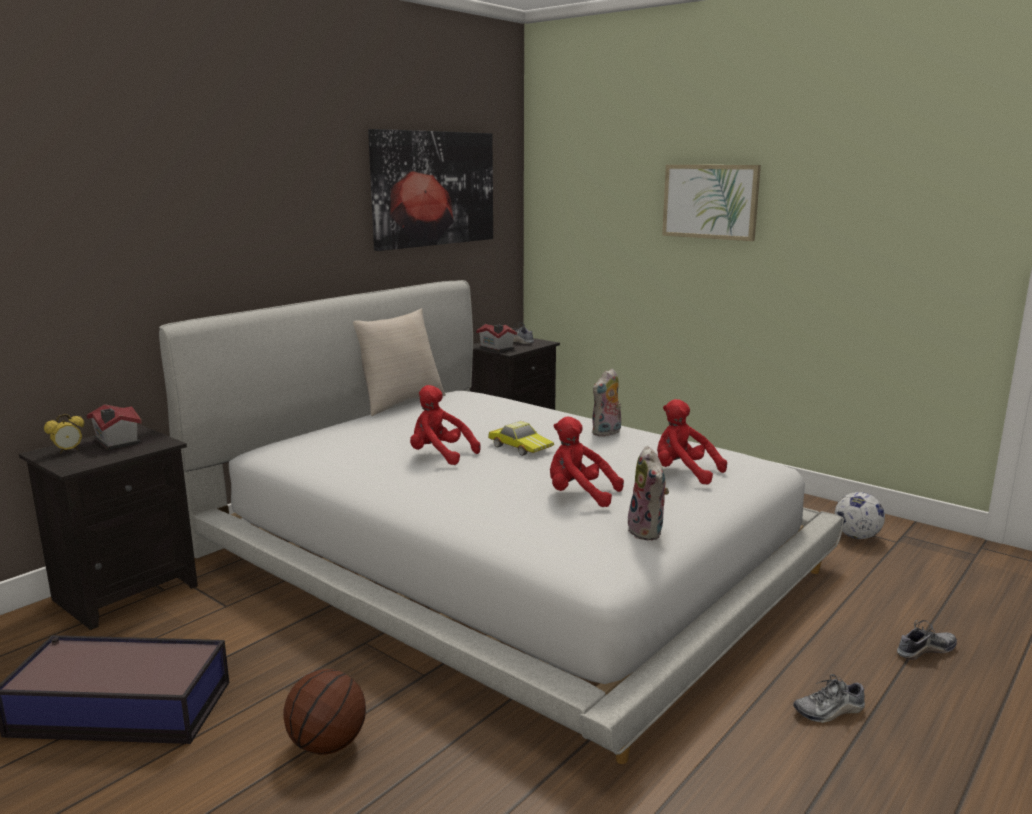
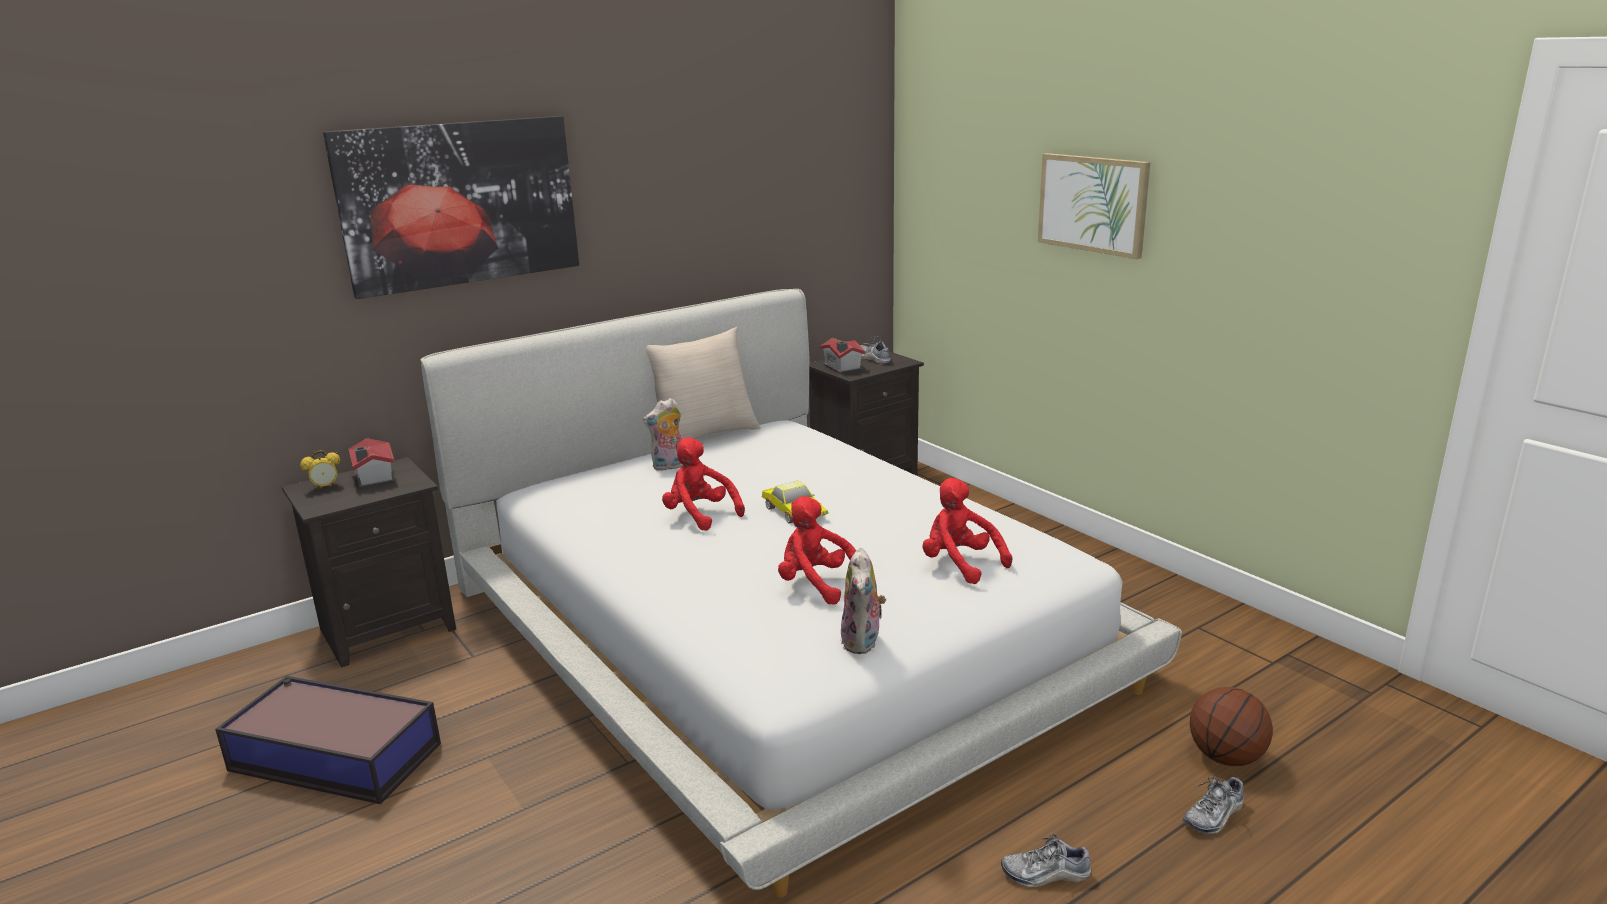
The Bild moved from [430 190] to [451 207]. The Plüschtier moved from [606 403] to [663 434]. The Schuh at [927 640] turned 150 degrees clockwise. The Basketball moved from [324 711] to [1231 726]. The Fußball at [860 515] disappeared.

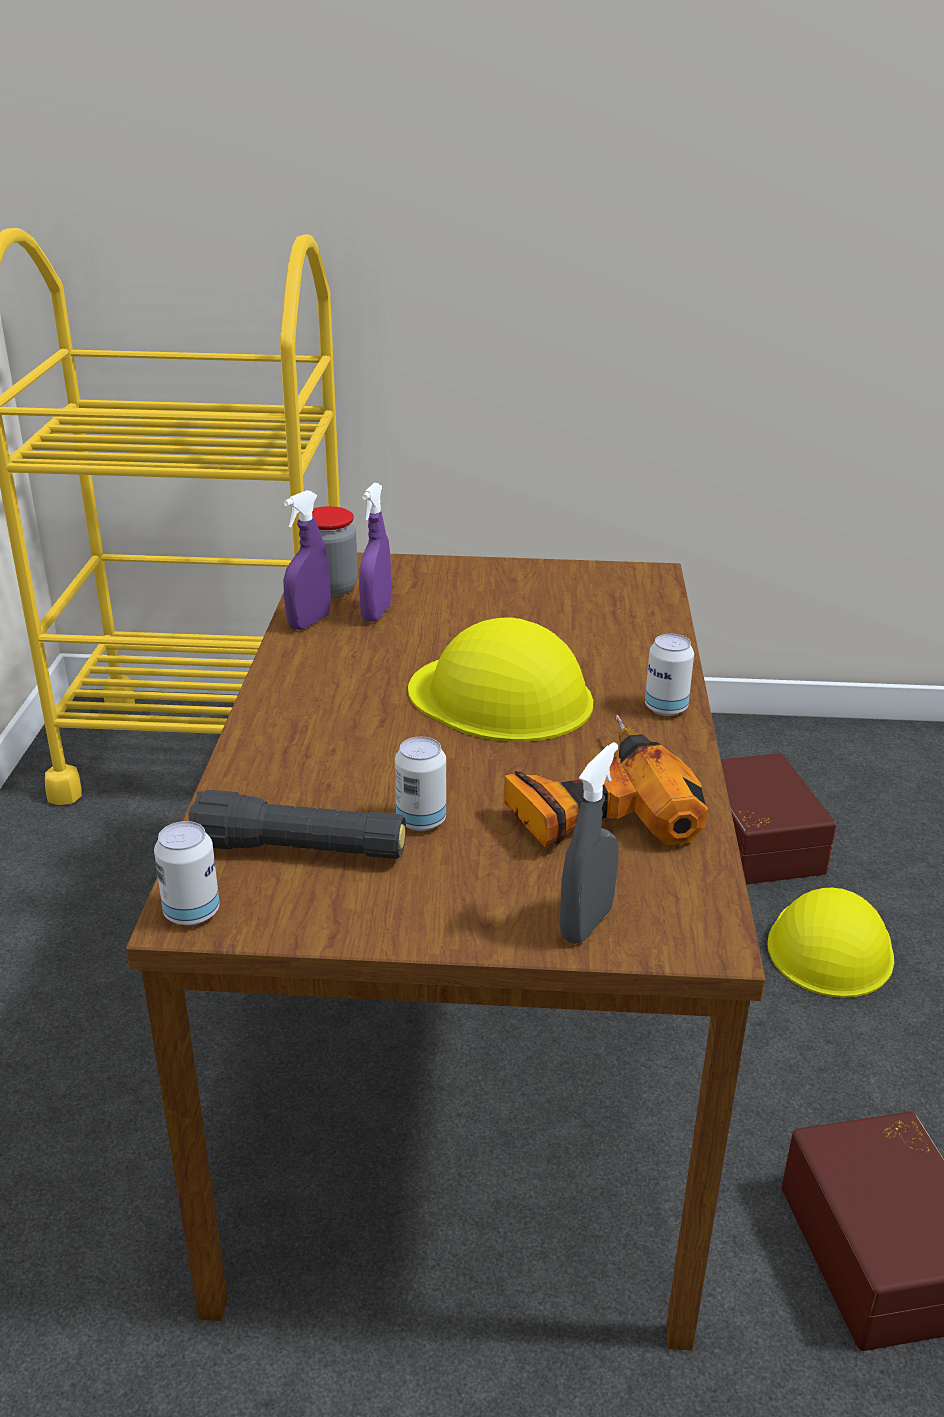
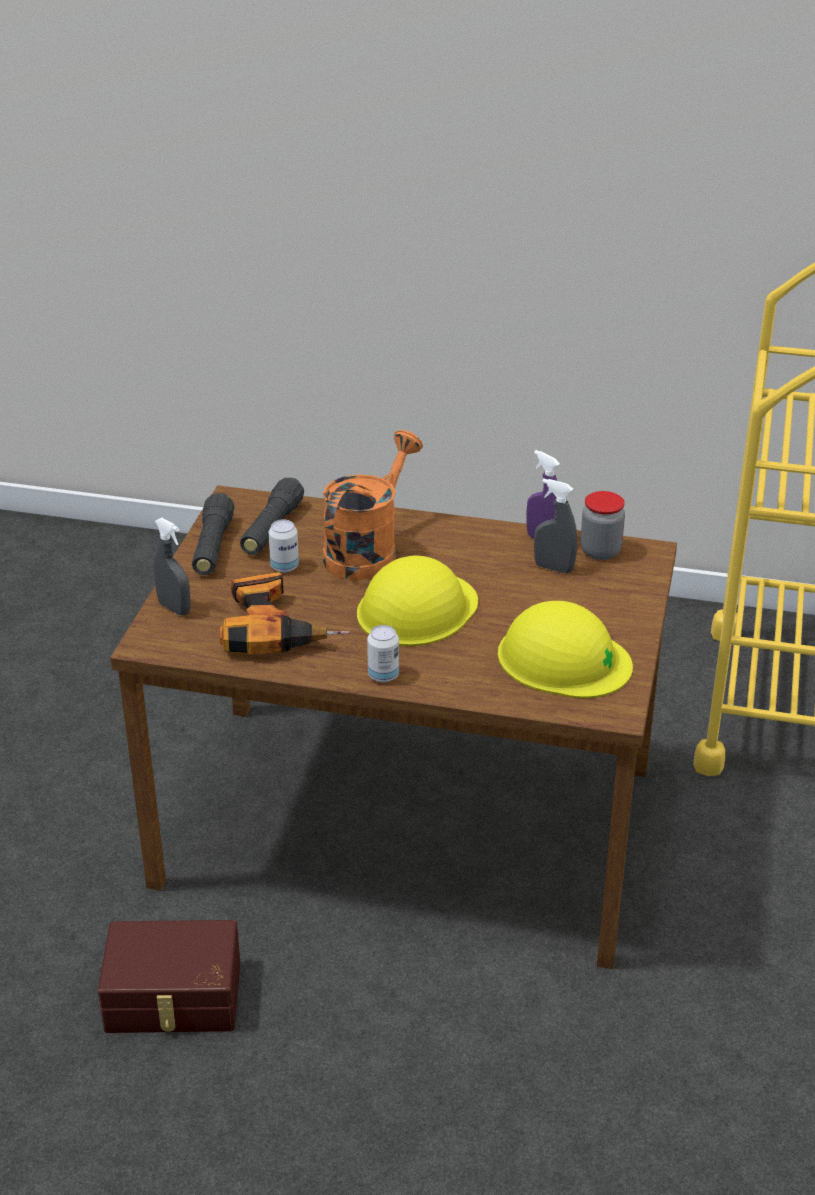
The Taschenlampe (schwarz) at [213 534] appeared. The Gießkanne (orange) at [373 505] appeared. The Schutzhelm (gelb) moved from [830 943] to [565 649]. The Sprühflasche (lila) at [375 552] became the Sprühflasche (grau) at [555 526]. The Dose at [187 873] disappeared. The Aufbewahrungsbox (braun) at [778 818] disappeared.

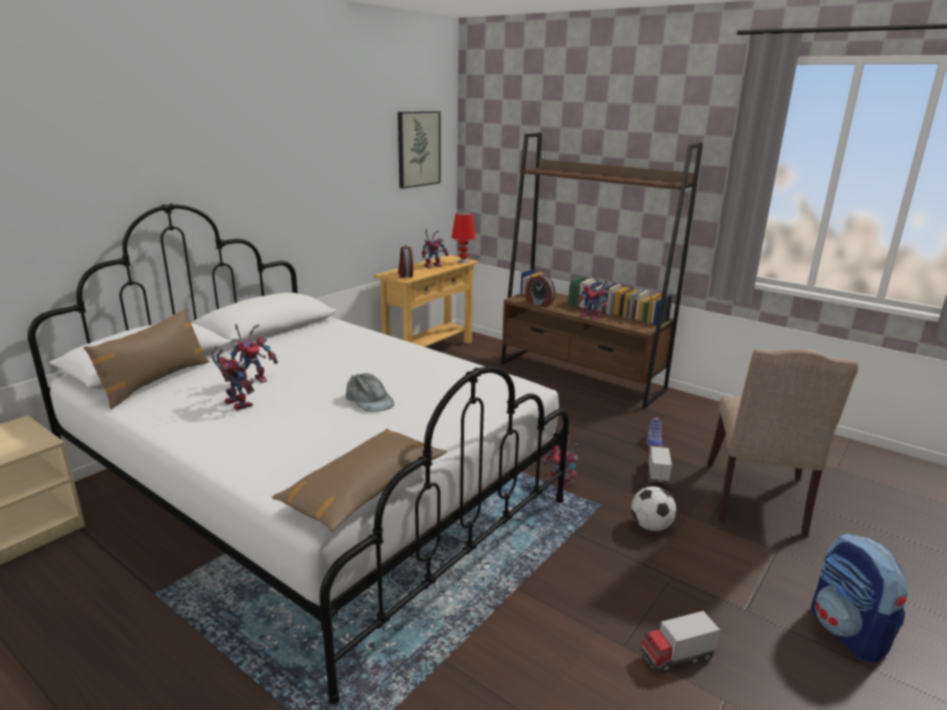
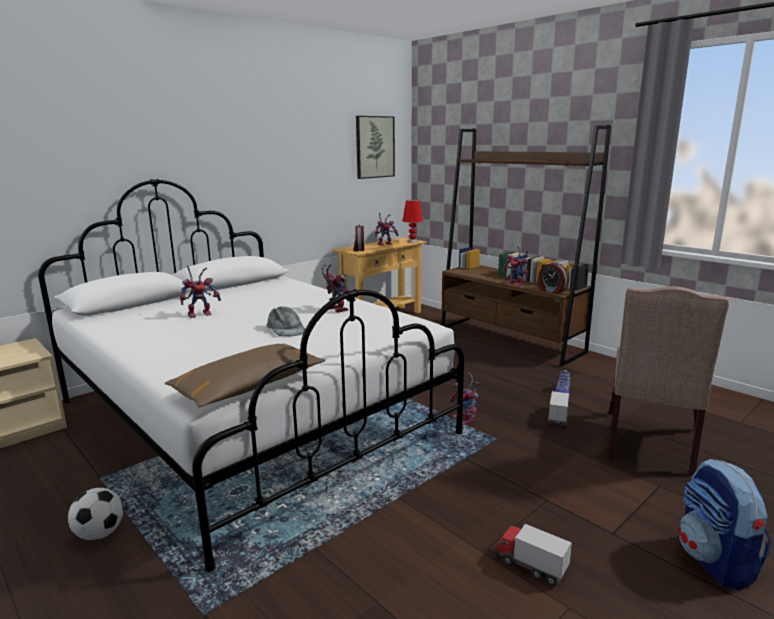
The Fußball moved from [653 508] to [96 514]. The Spielzeugroboter moved from [232 378] to [336 288]. The Spielzeuglaster at [680 642] turned 45 degrees clockwise. The Wecker moved from [540 290] to [553 278]. The Kissen (braun) at [146 358] disappeared.

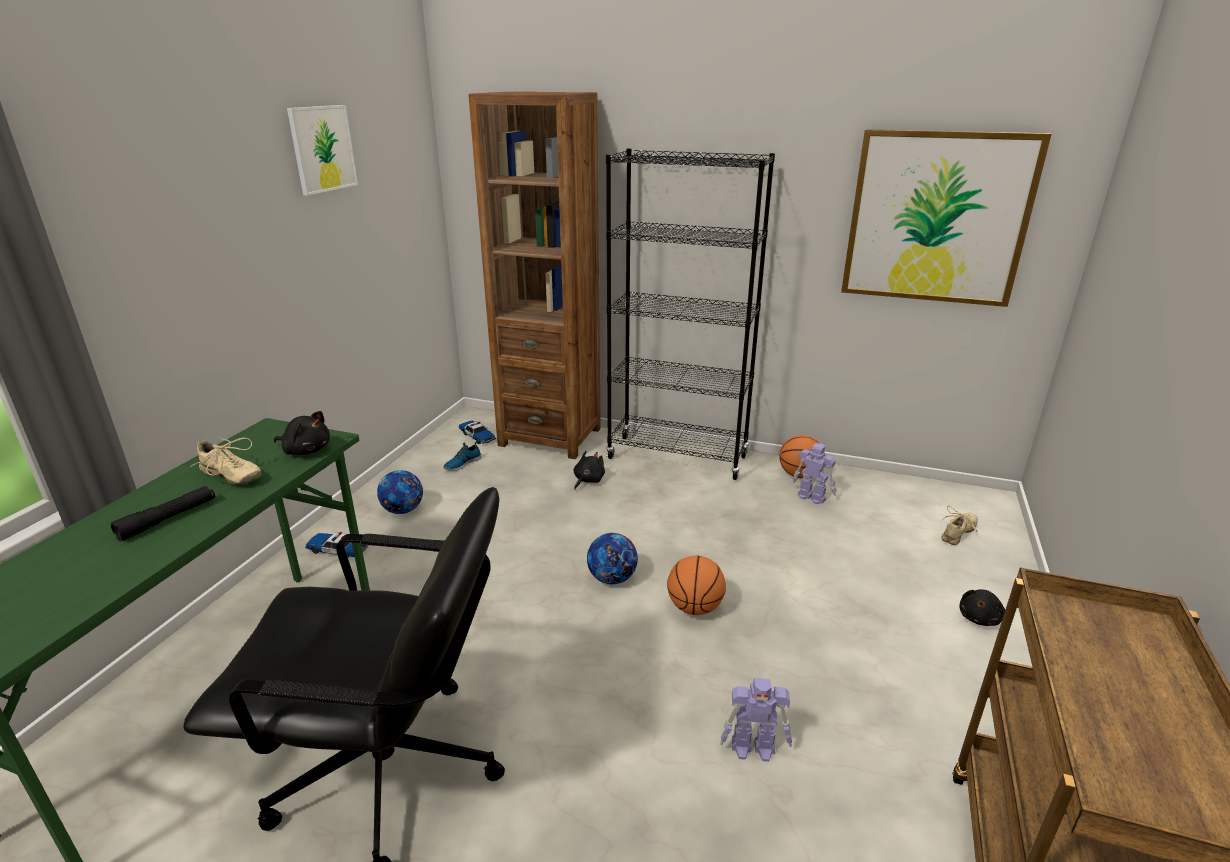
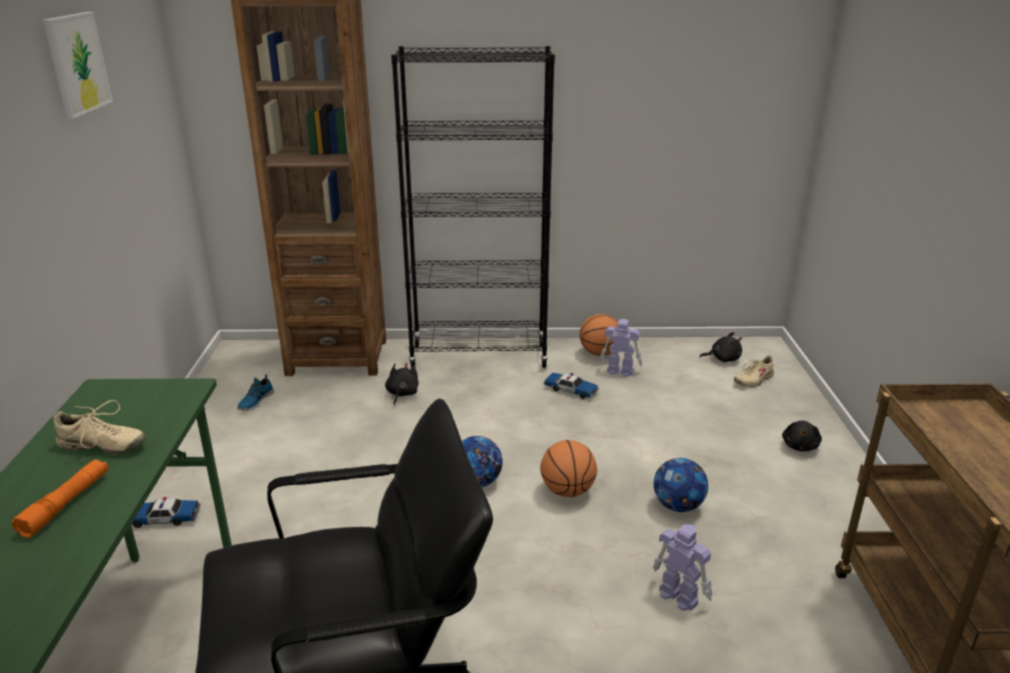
The Taschenlampe (schwarz) at [162 513] became the Taschenlampe (orange) at [60 498]. The Spielzeugauto moved from [477 432] to [571 386]. The Spielzeugroboter at [756 720] turned 120 degrees counterclockwise. The Fußball moved from [400 492] to [681 485]. The Plüschtier (schwarz) moved from [302 433] to [721 347]. The Schuh (beige) at [960 525] turned 150 degrees counterclockwise. The Bild at [946 218] disappeared.

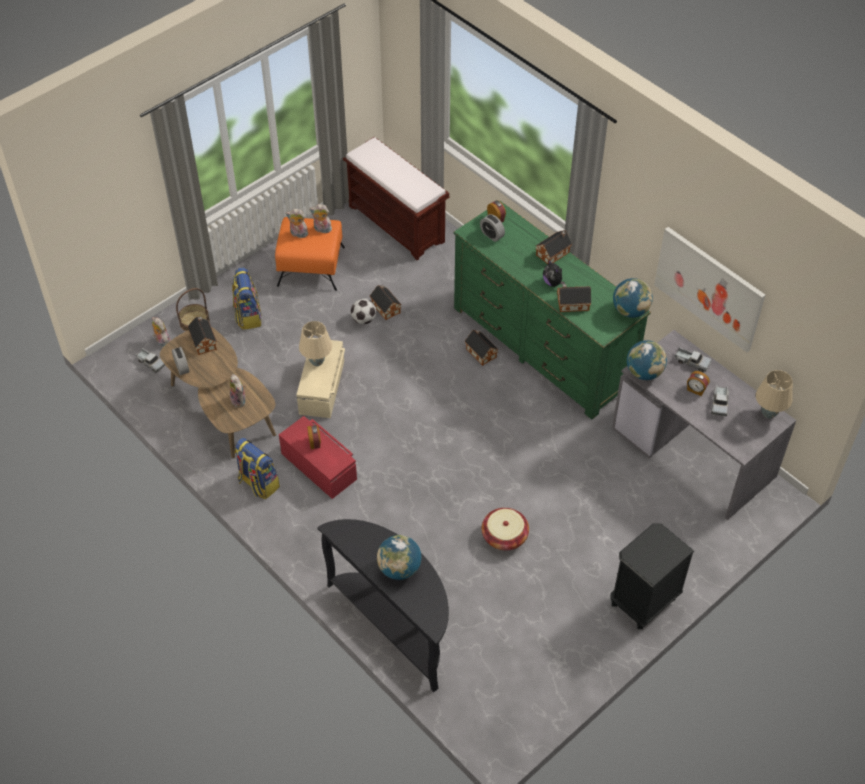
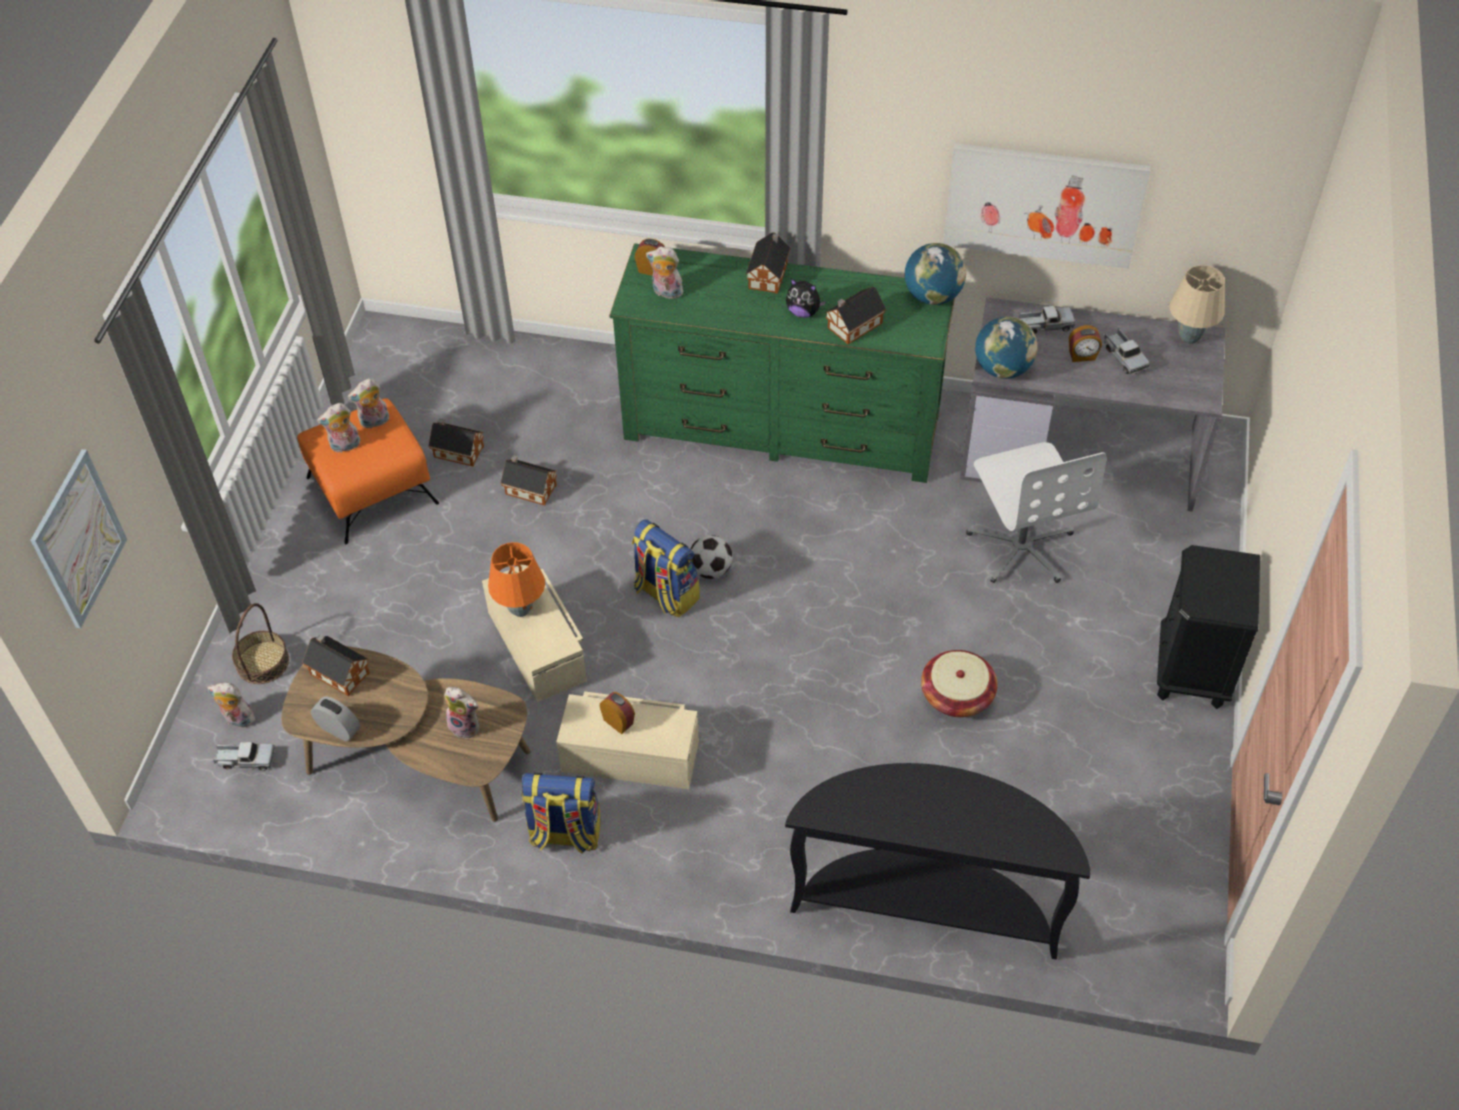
The Bild at [78 538] appeared. The Spielzeughaus moved from [481 347] to [456 442]. The Tischlampe (beige) at [315 343] became the Tischlampe (orange) at [516 579]. The Aufbewahrungsbox (rot) at [318 457] became the Aufbewahrungsbox (beige) at [627 740]. The Rucksack moved from [247 298] to [666 568]. The Wecker at [492 228] was replaced by the Plüschtier at [665 272]. The Fußball moved from [363 311] to [711 557]. The Bürostuhl (weiß) at [1036 512] appeared. The Bank (braun) at [396 198] disappeared. The Globus at [399 557] disappeared.

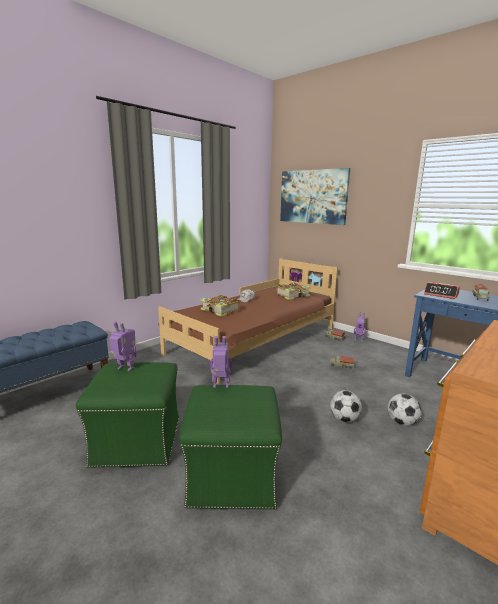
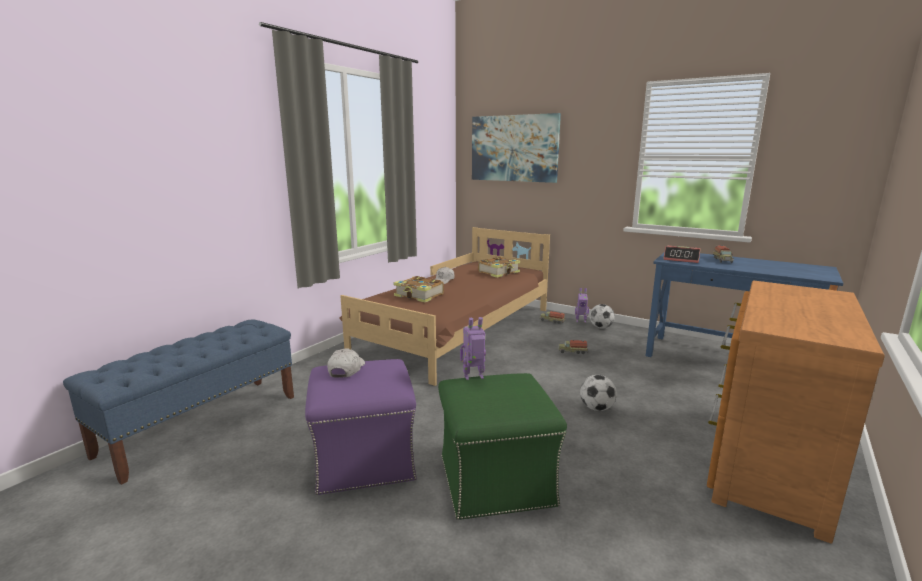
The Polsterhocker (grün) at [127 415] became the Polsterhocker (lila) at [361 427]. The Spielzeugroboter at [123 346] was replaced by the Kappe (weiß) at [346 363]. The Fußball moved from [405 410] to [602 316].

